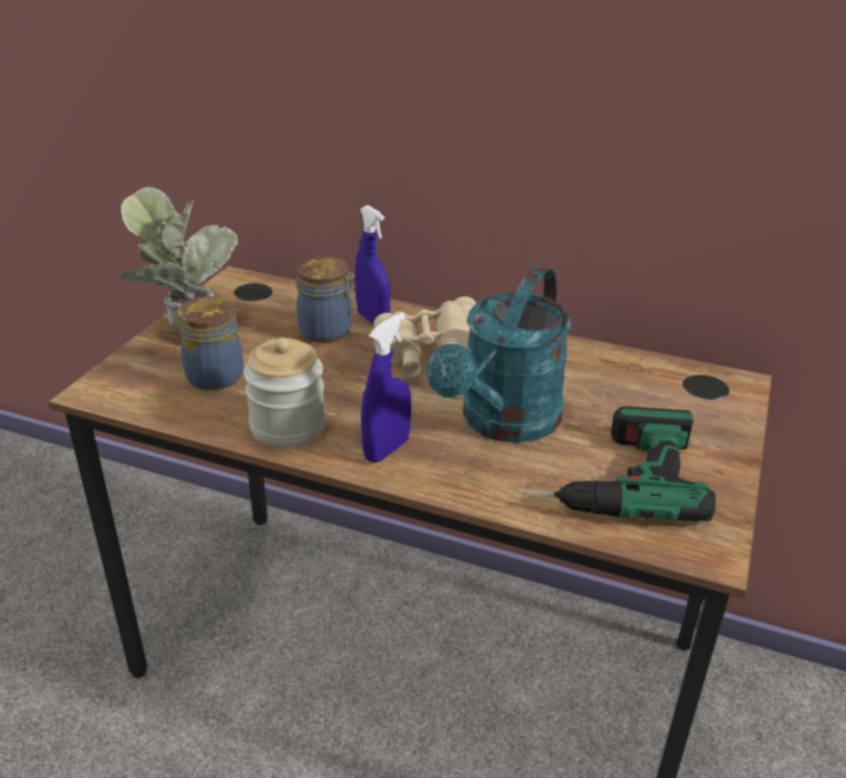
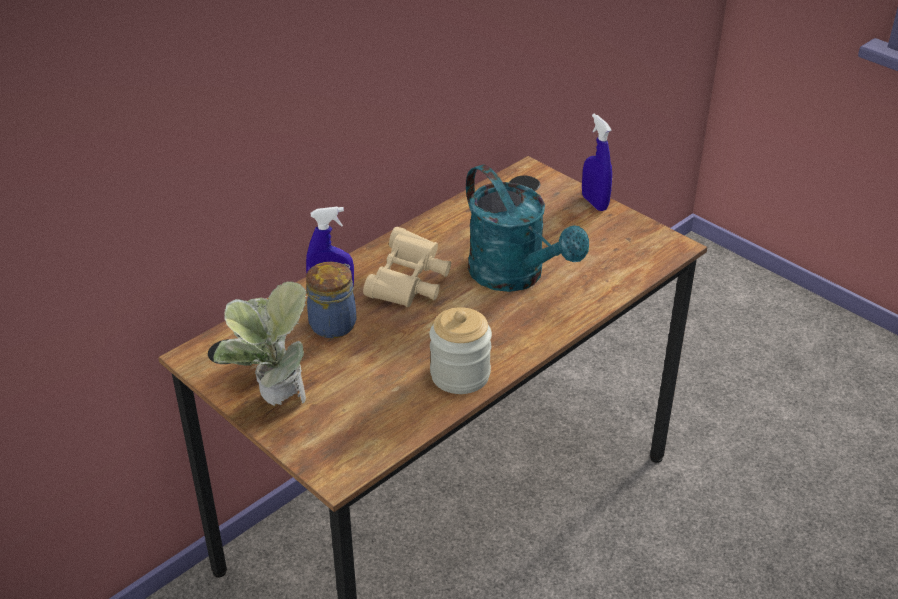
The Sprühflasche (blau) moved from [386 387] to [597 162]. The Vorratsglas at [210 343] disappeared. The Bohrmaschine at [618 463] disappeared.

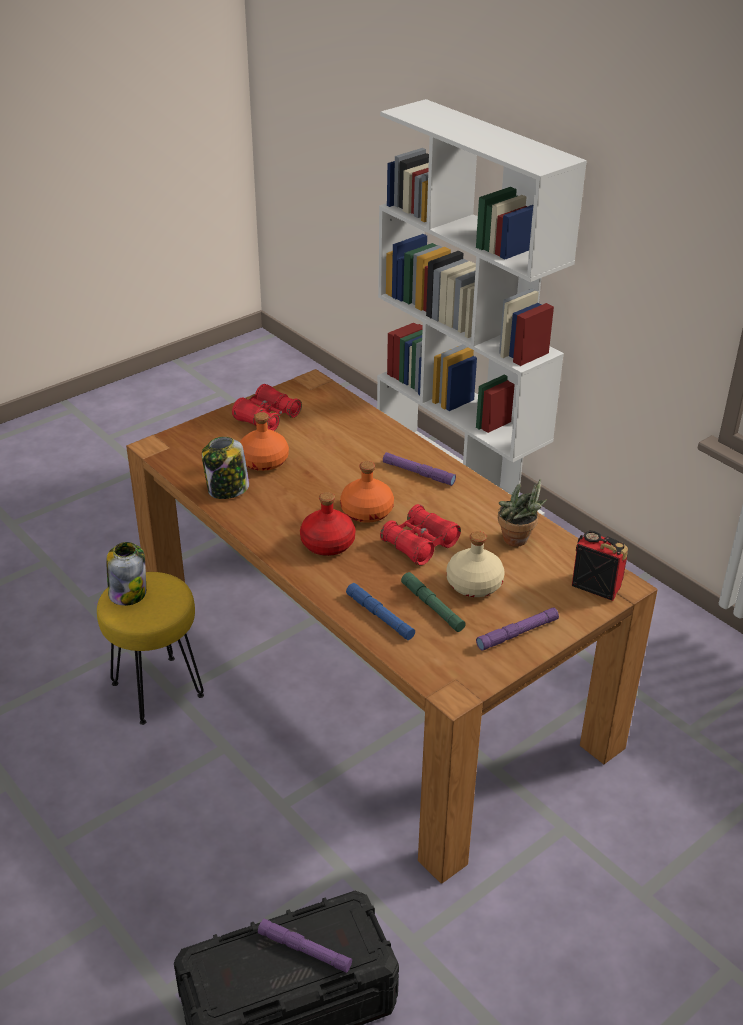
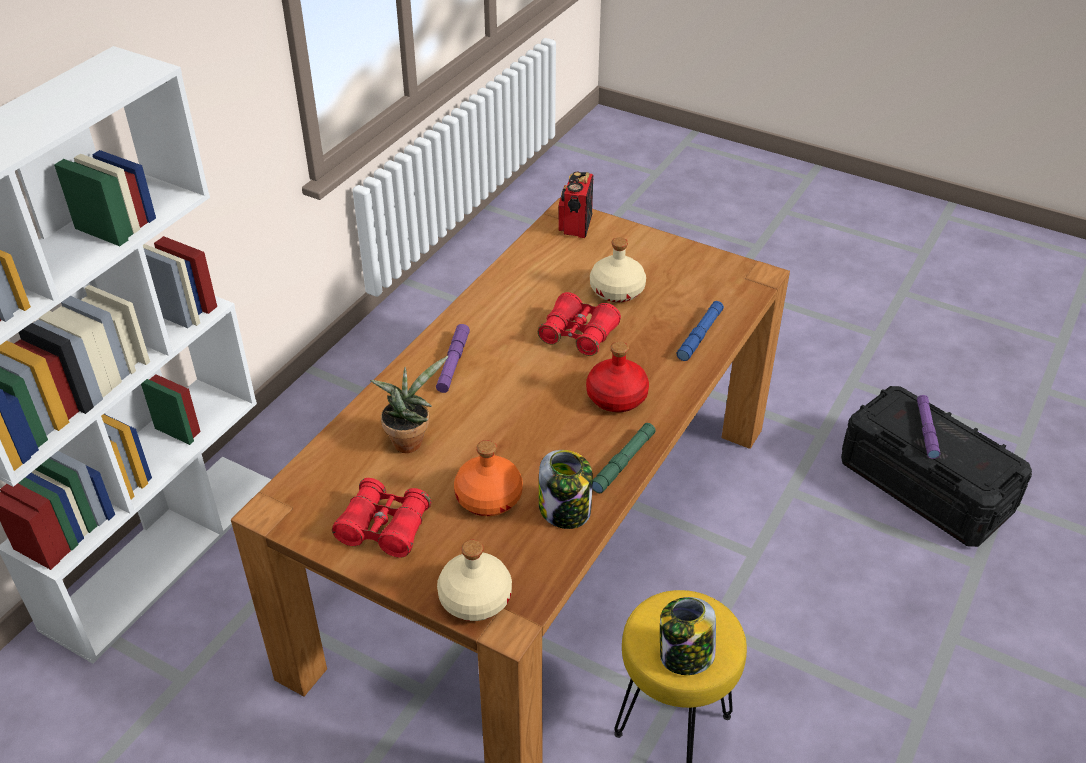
The Topfpflanze moved from [522 512] to [409 404]. The Flasche (beige) at [474 580] appeared. The Taschenlampe (grün) moved from [433 602] to [624 458]. The Flasche (orange) at [367 492] disappeared. The Taschenlampe (lila) at [517 629] disappeared.

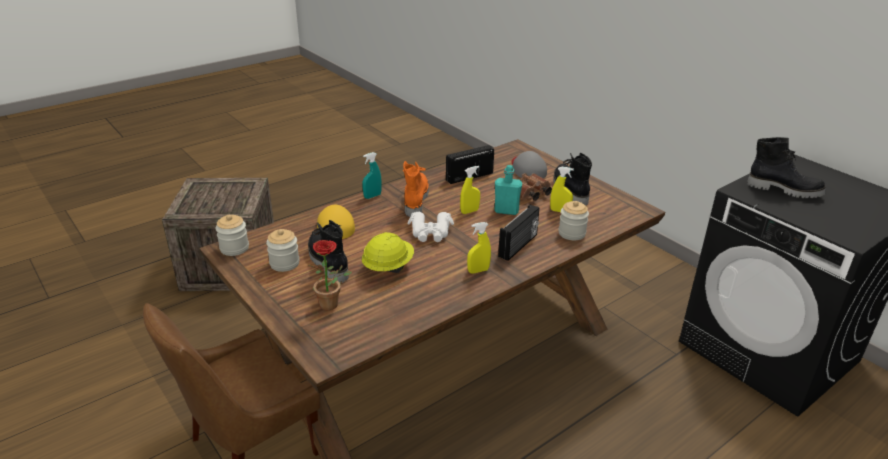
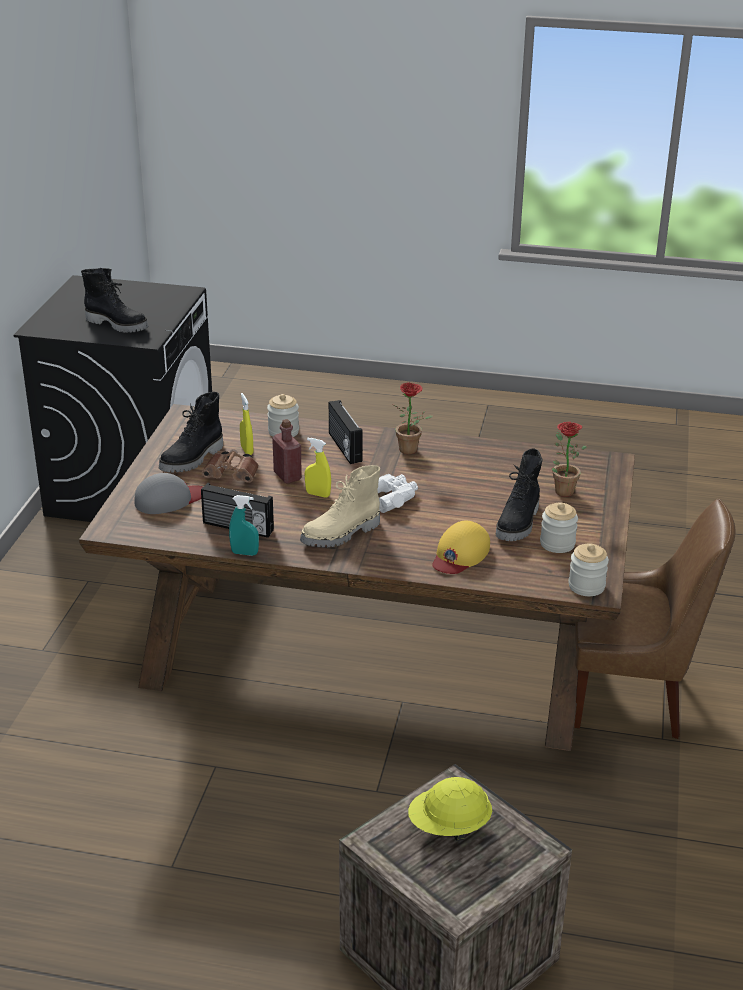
The Stiefel (schwarz) at [786 167] turned 135 degrees clockwise. The Kappe (grau) at [529 165] turned 150 degrees counterclockwise. The Sprühflasche (türkis) moved from [372 175] to [244 525]. The Flasche (türkis) at [508 190] became the Flasche (rot) at [287 451]. The Stiefel (orange) at [416 189] became the Stiefel (beige) at [340 506]. The Radio at [519 232] turned 105 degrees counterclockwise. The Sprühflasche (gelb) at [479 248] was replaced by the Topfpflanze at [413 418]. The Schutzhelm (gelb) moved from [388 252] to [450 809].

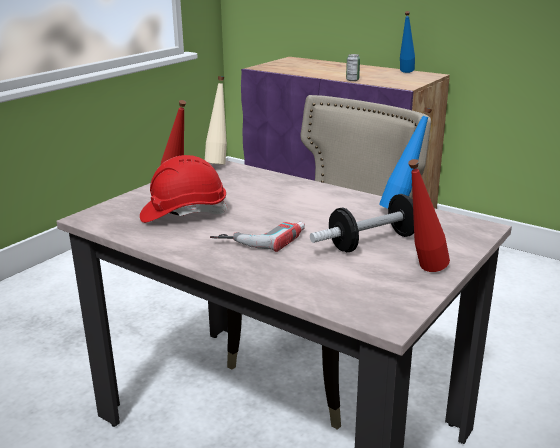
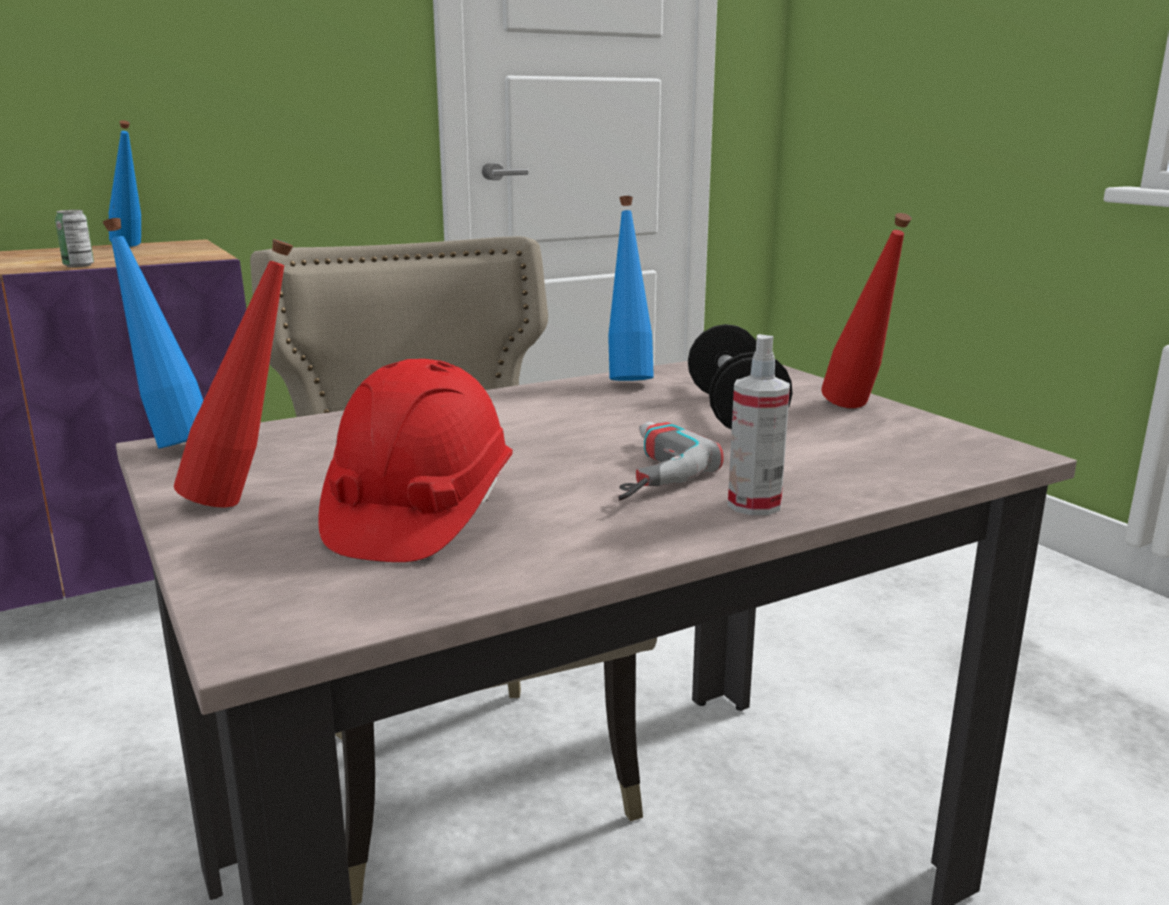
The Flasche (beige) at [216 120] became the Flasche (blau) at [153 333]. The Sprühflasche at [759 424] appeared.

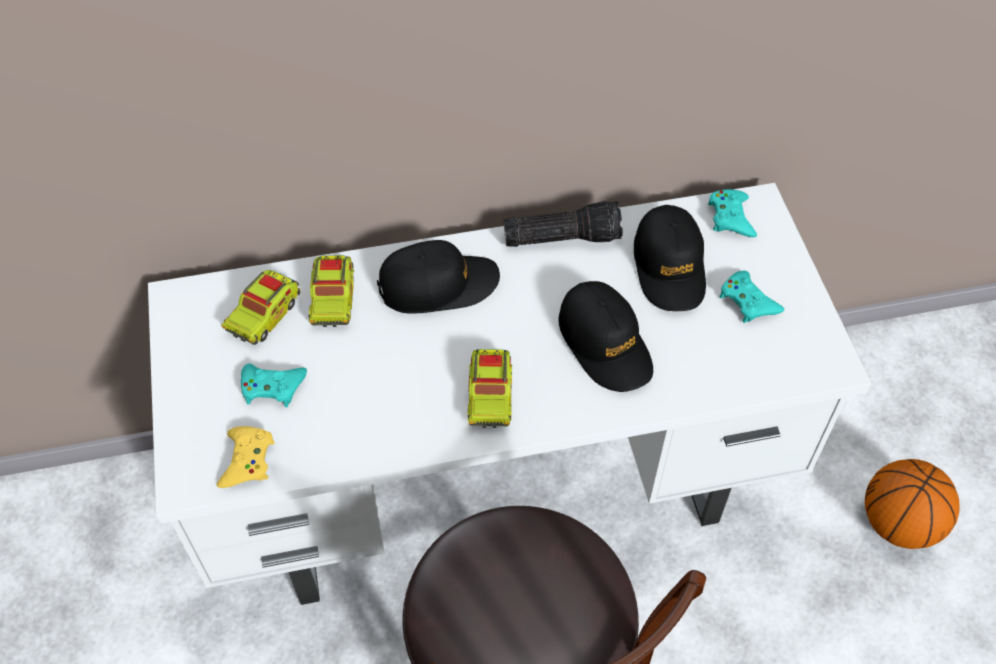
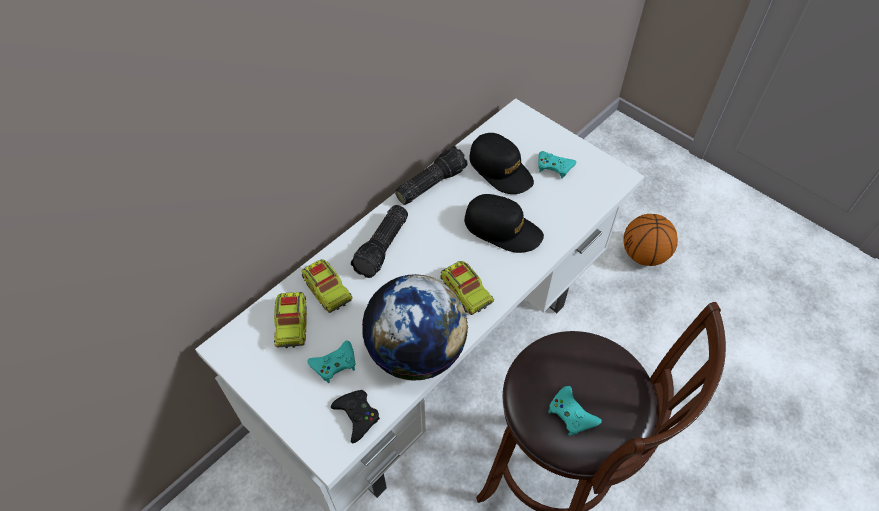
The Gamepad (gelb) at [245 457] became the Gamepad (schwarz) at [355 416]. The Kappe (schwarz) at [438 277] was replaced by the Taschenlampe at [379 241]. The Globus at [415 327] appeared. The Gamepad (türkis) moved from [732 213] to [575 411].

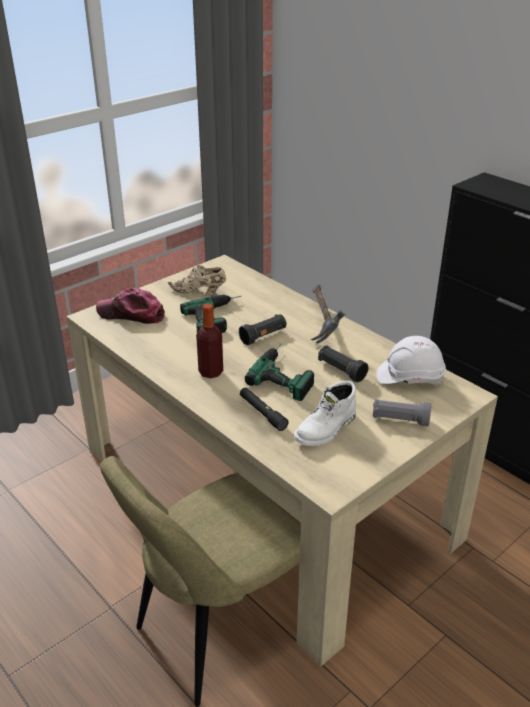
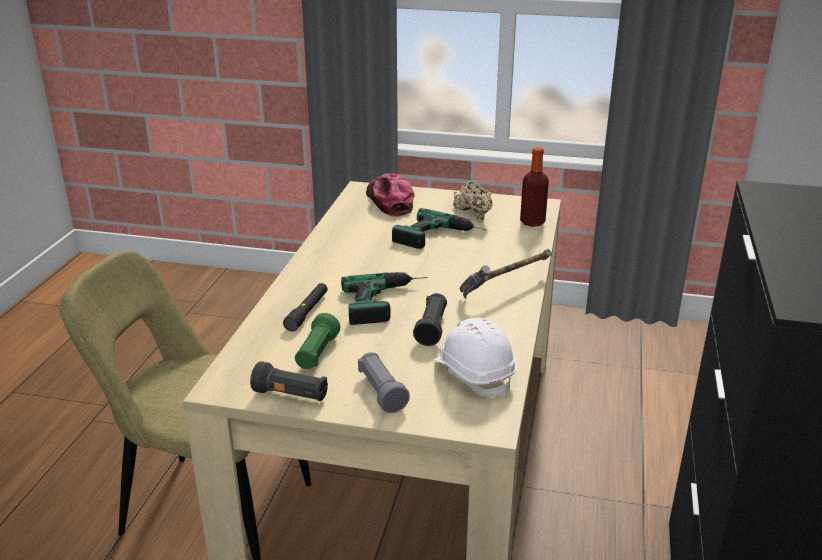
The Taschenlampe (schwarz) moved from [263 329] to [289 381]. The Stiefel (weiß) at [325 413] was replaced by the Taschenlampe (grün) at [317 341]. The Flasche moved from [209 340] to [534 187].

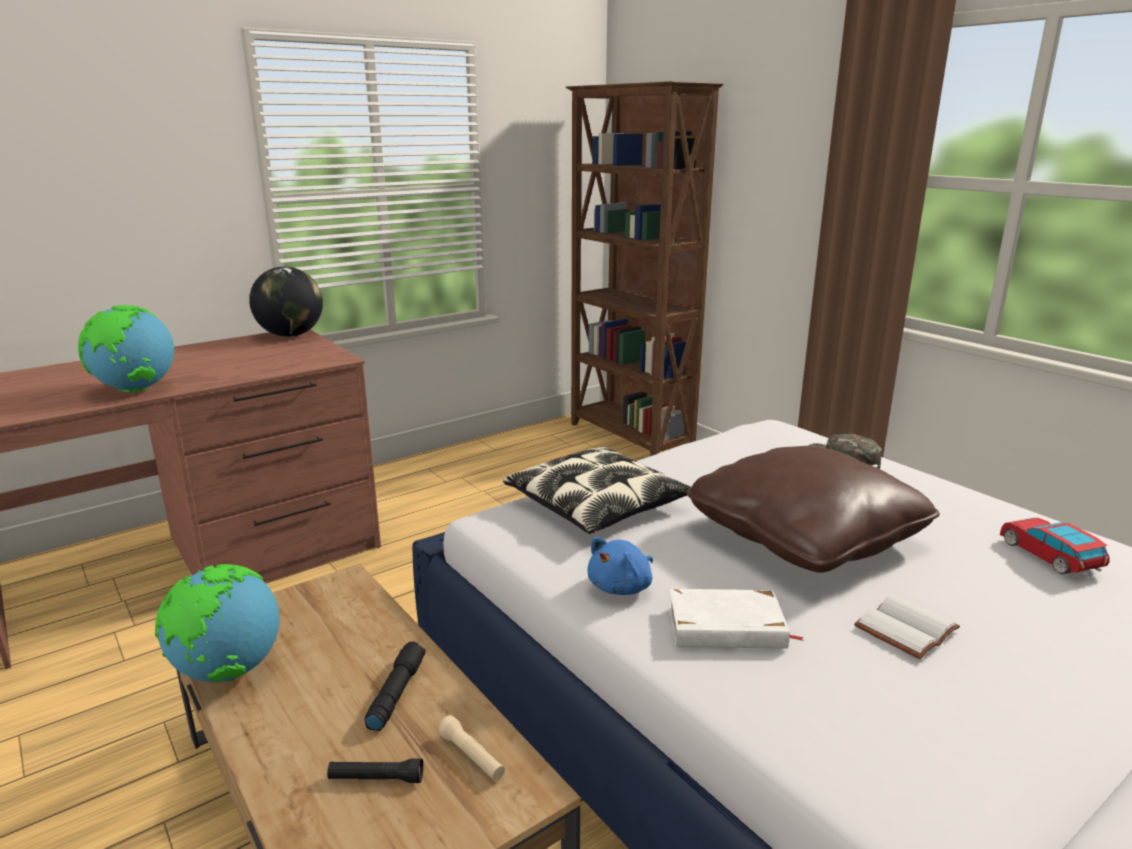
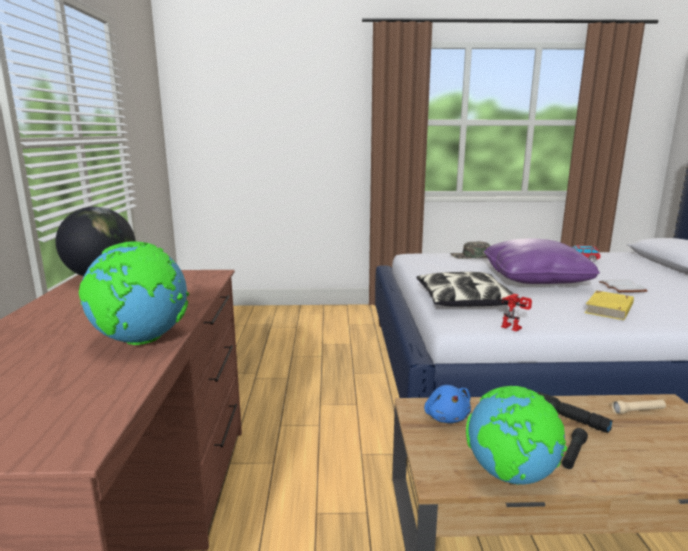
The Plüschtier (blau) moved from [620 566] to [447 404]. The Kissen (braun) at [813 509] became the Kissen (lila) at [542 261]. The Spielzeugroboter at [515 313] appeared. The Taschenlampe (schwarz) moved from [375 771] to [575 448]. The Buch (weiß) at [736 619] became the Buch (gelb) at [609 305]. The Bücherregal (braun) at [645 268] disappeared.

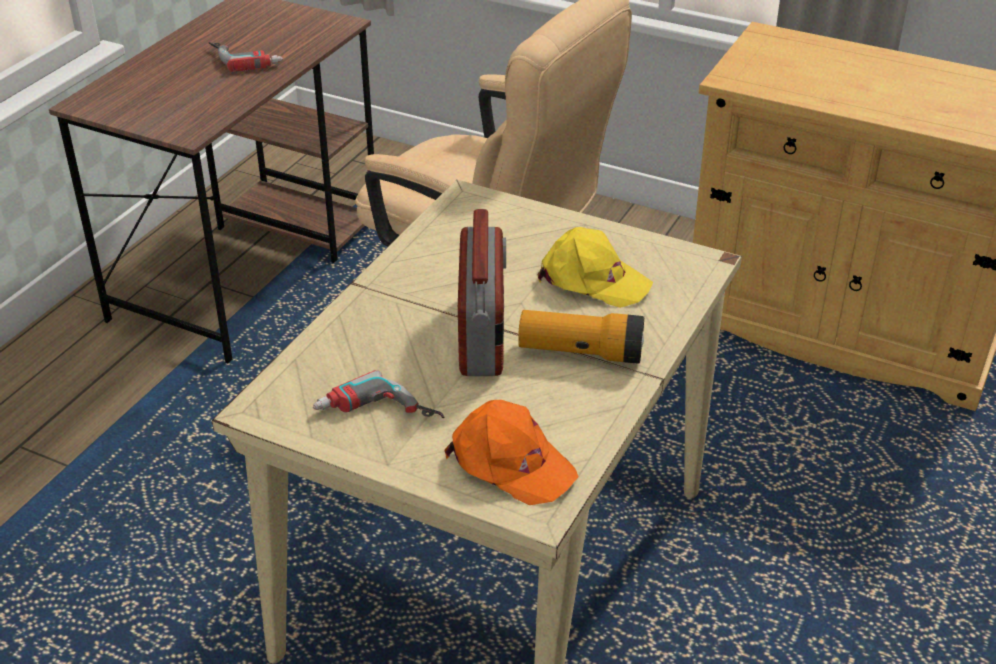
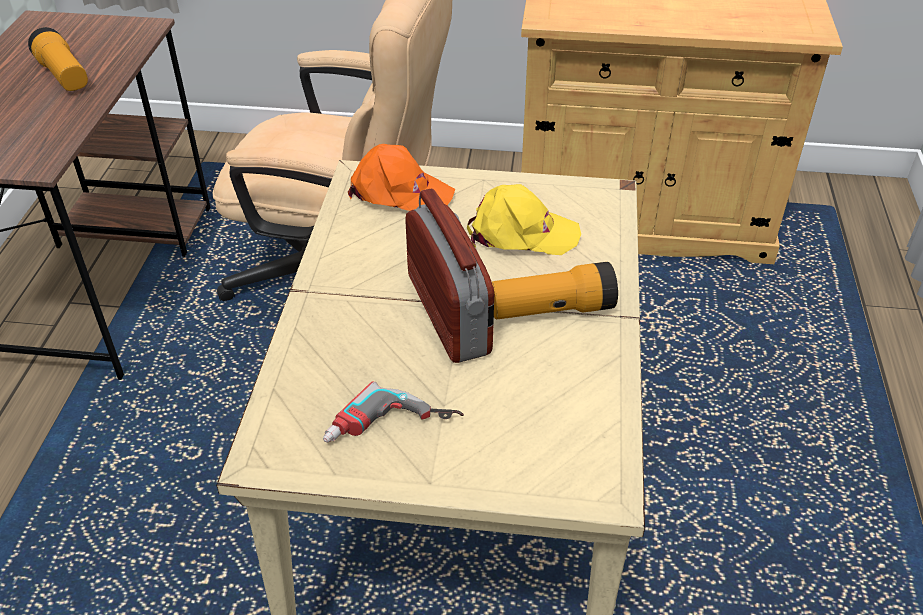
The Bohrmaschine at [246 56] was replaced by the Taschenlampe at [58 59]. The Kappe (orange) moved from [511 452] to [401 177].

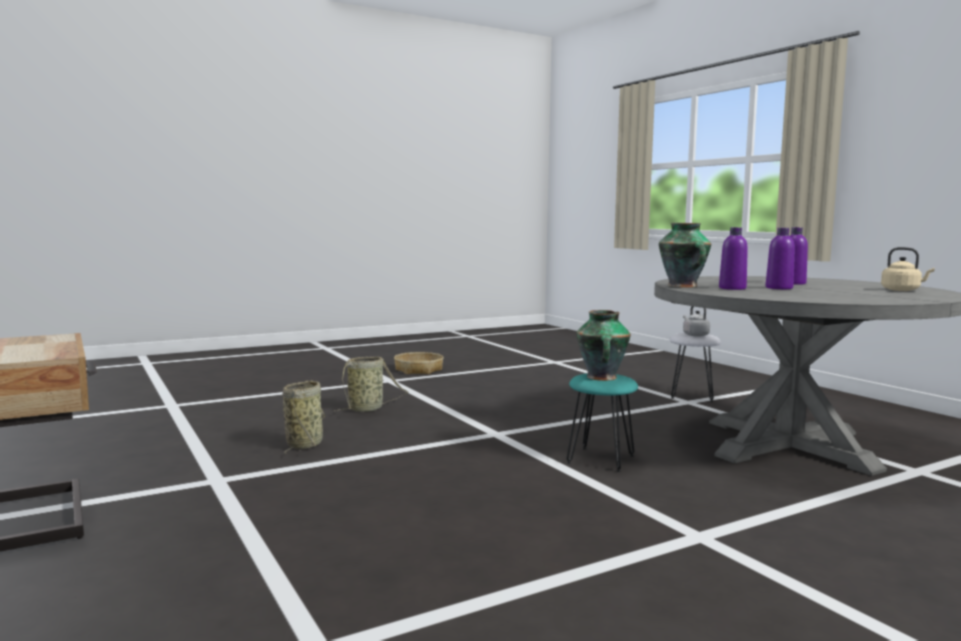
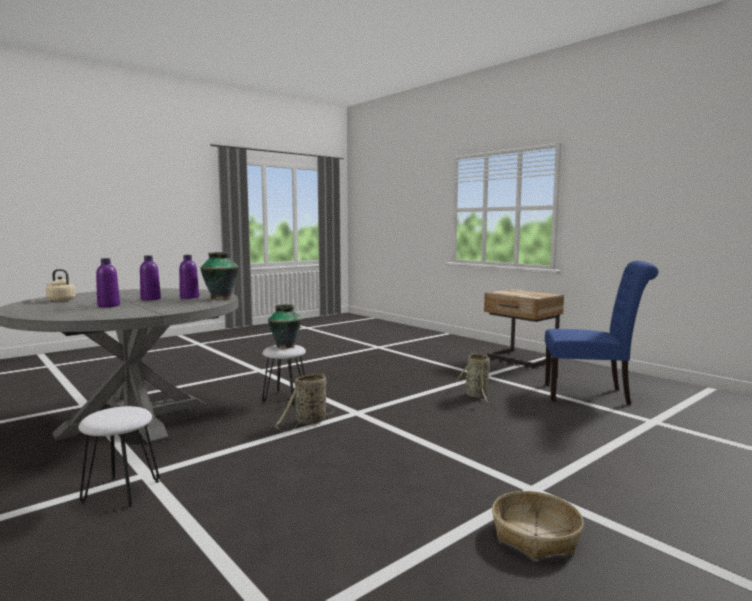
The Hocker (türkis) at [602 422] became the Hocker (weiß) at [284 375]. The Korb moved from [371 384] to [304 402]. The Stuhl (blau) at [601 333] appeared. The Wasserkessel (grau) at [696 321] disappeared.

